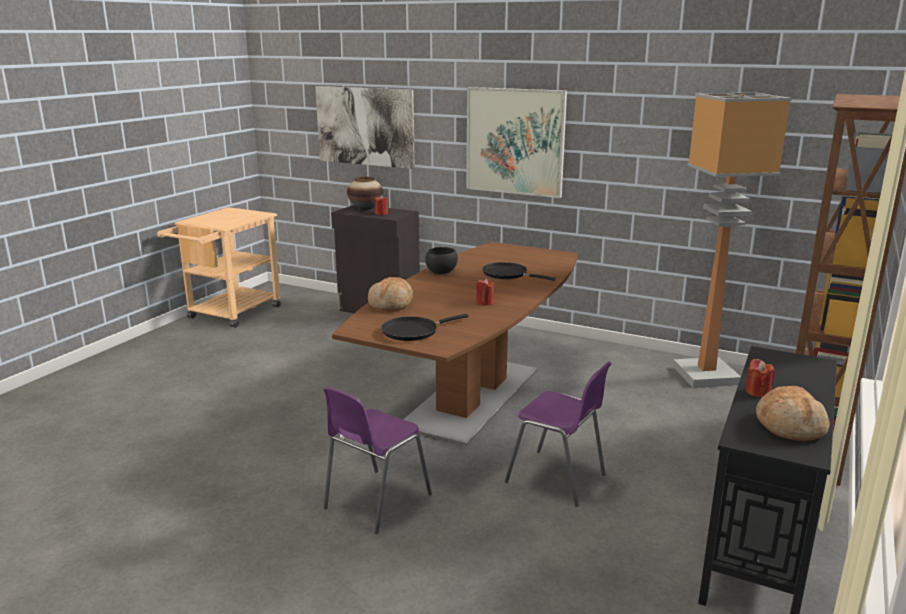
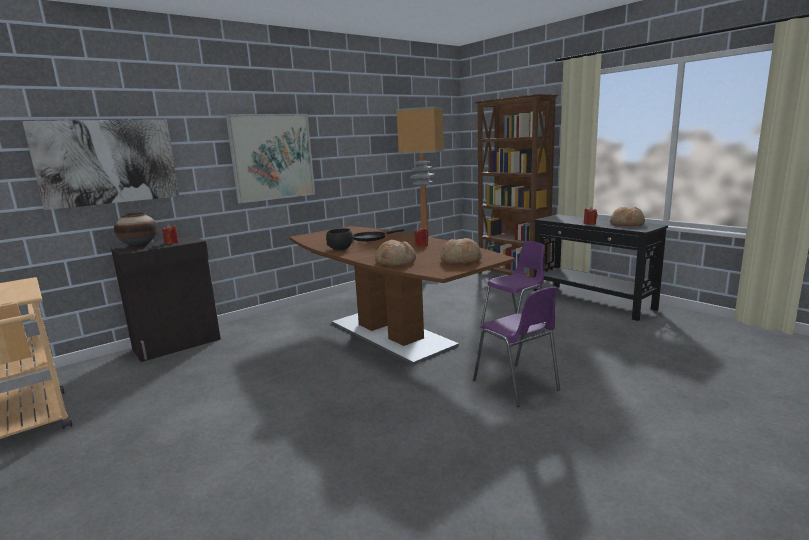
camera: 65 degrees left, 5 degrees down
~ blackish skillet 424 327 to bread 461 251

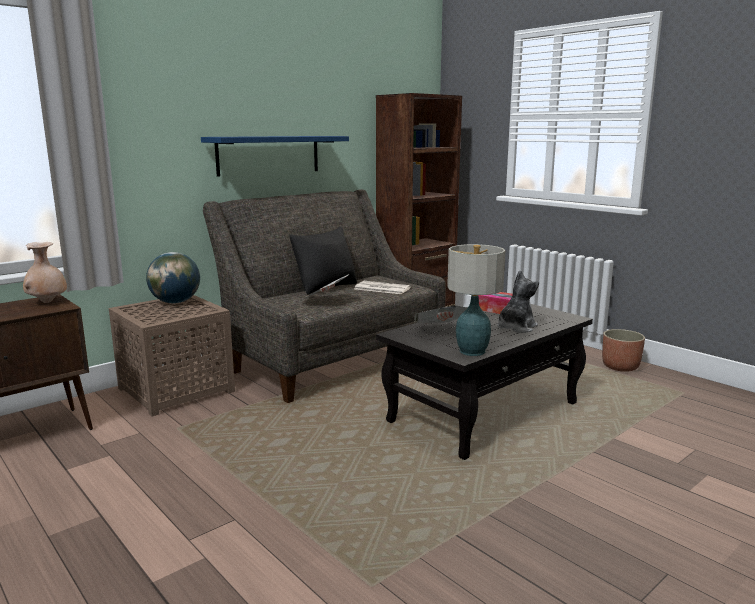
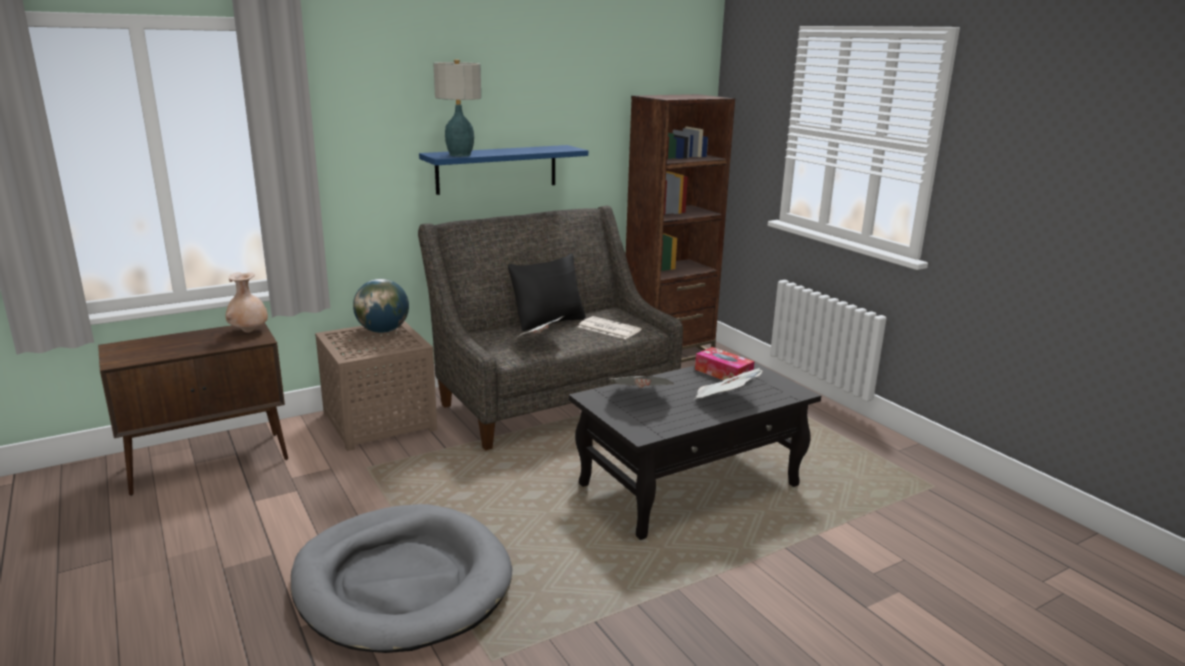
camera: 10 degrees right, 5 degrees up
~ table lamp 476 300 to 457 108
~ cuddly toy 518 301 to printed paper 729 383
- planter 623 350
+ greyish dog cushion 401 578

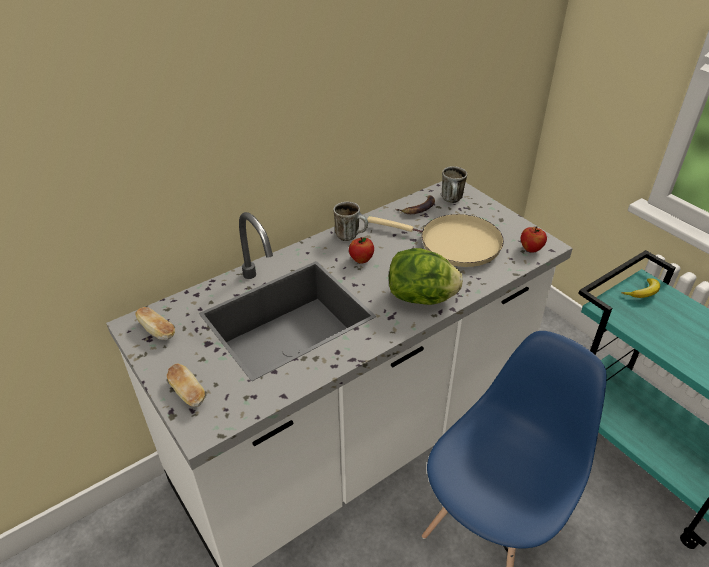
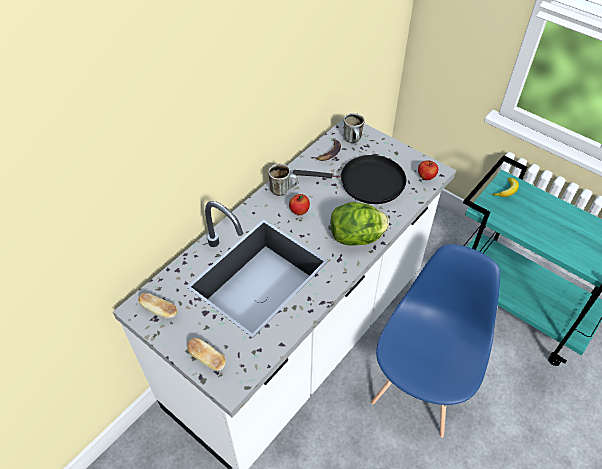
camera: 15 degrees left, 10 degrees up
~ beige-coloured skillet 435 240 to blackish skillet 349 179

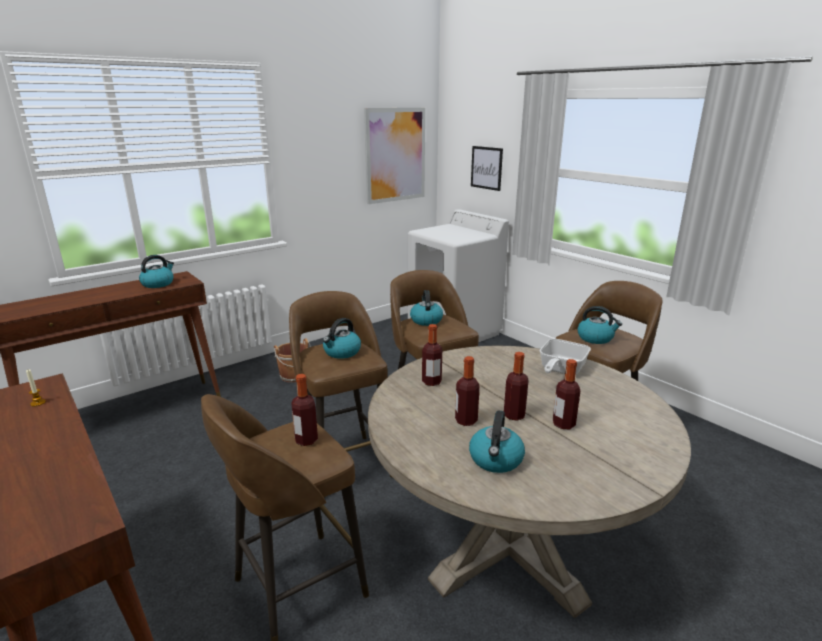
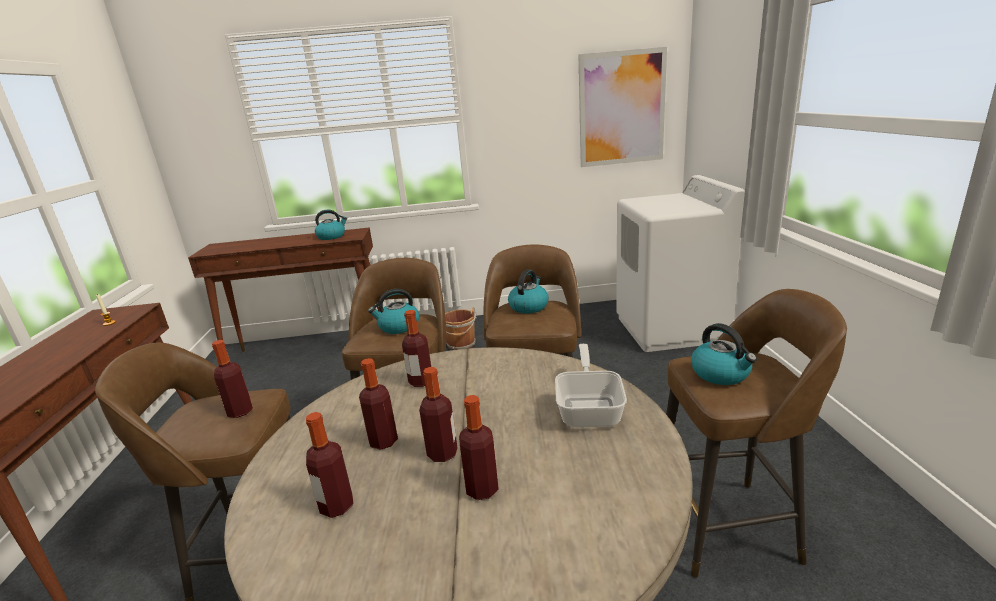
camera: 35 degrees right, 0 degrees up
~ kettle 497 441 to bottle 329 465
- picture 487 168
~ skillet 565 357 = 591 386 120 degrees clockwise

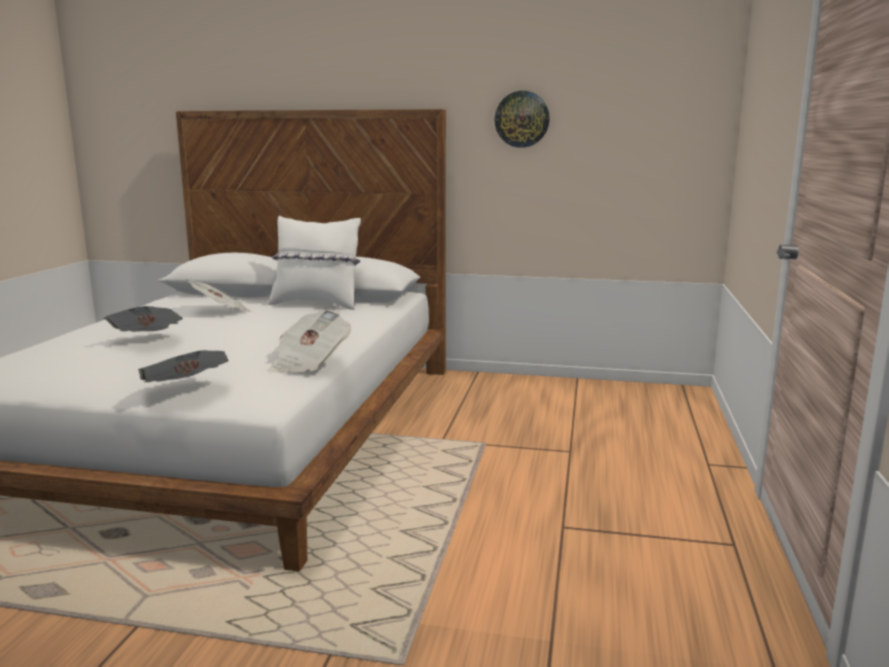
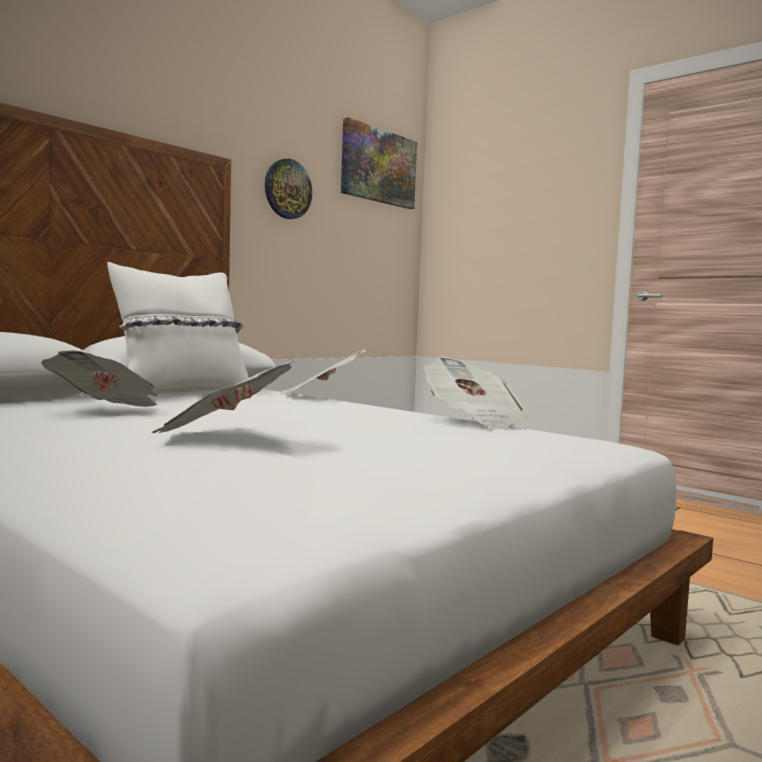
camera: 60 degrees left, 10 degrees down
~ printed paper 183 366 to 322 372
+ picture 379 163

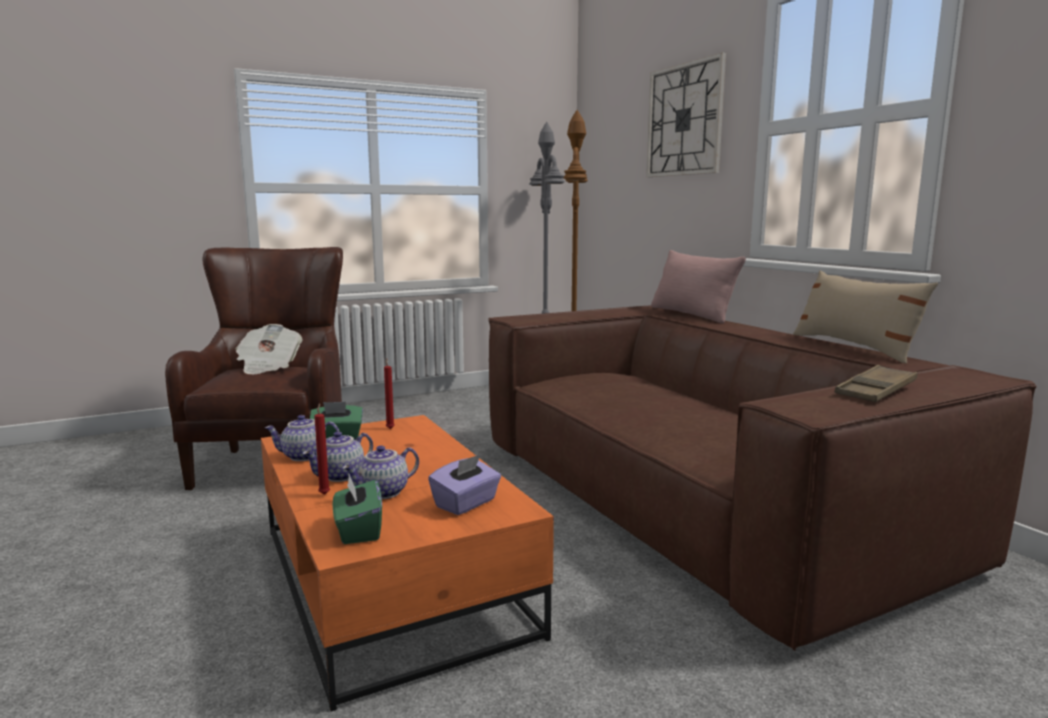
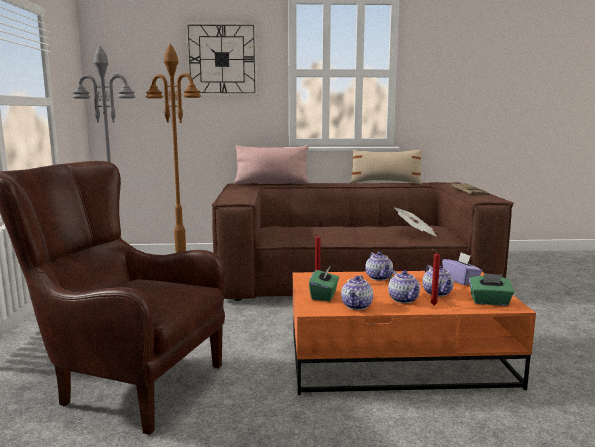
camera: 65 degrees left, 0 degrees up
~ printed paper 269 349 to 415 222
+ teapot 379 266

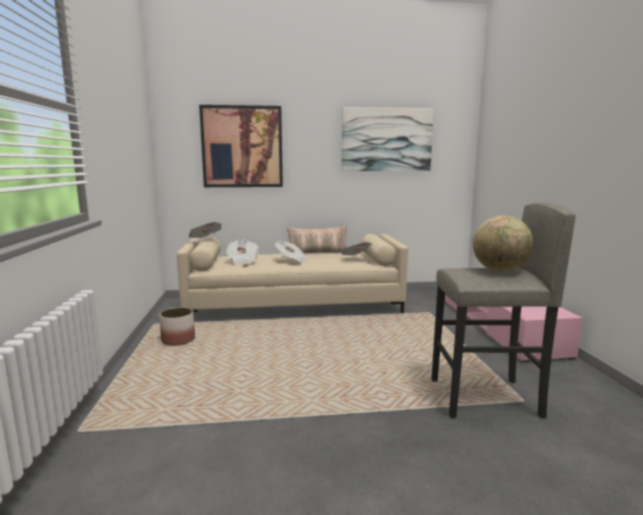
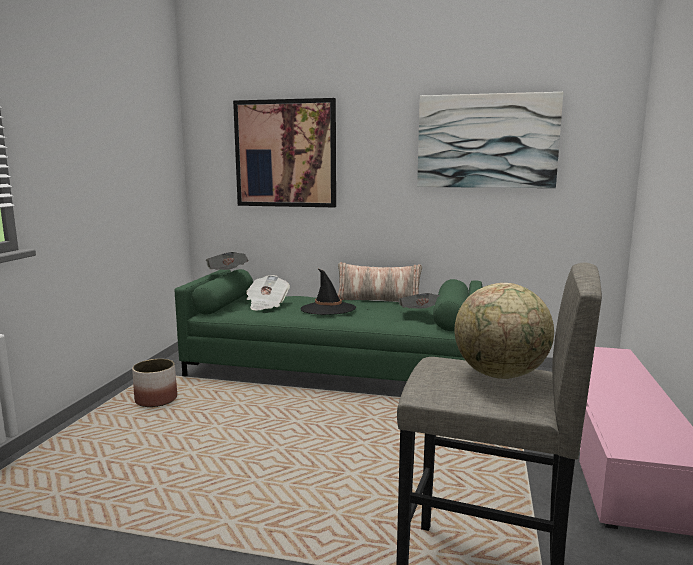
camera: 20 degrees right, 0 degrees up
~ beige-coloured sofa 292 273 to green sofa 328 325
~ printed paper 291 251 to blackish hat 328 291

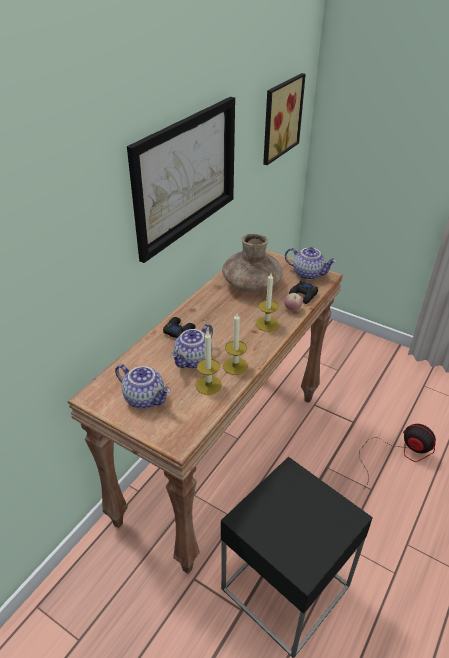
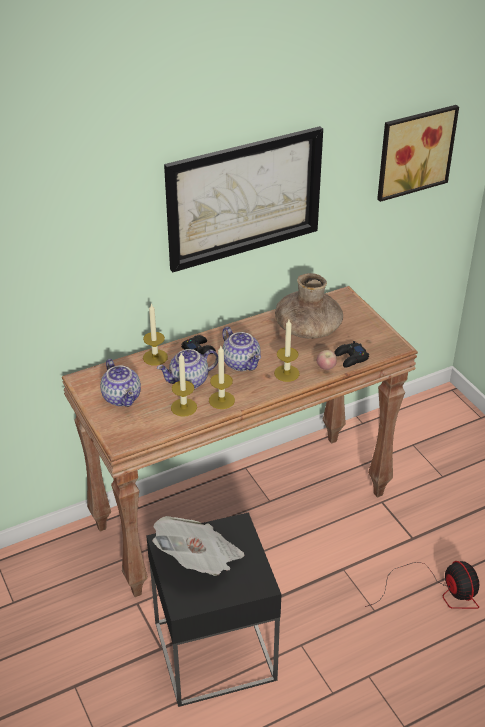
camera: 30 degrees right, 0 degrees up
~ teapot 310 263 to 241 349
+ candle 155 334
+ printed paper 198 546

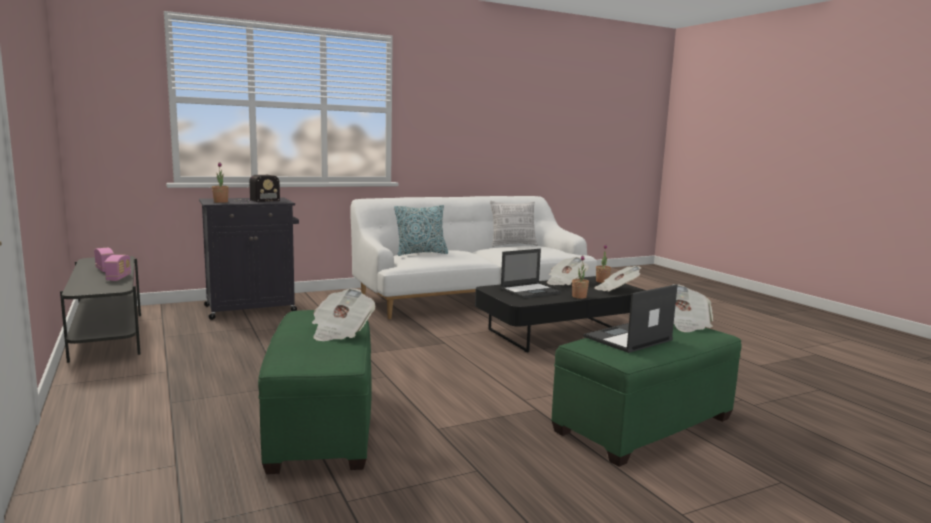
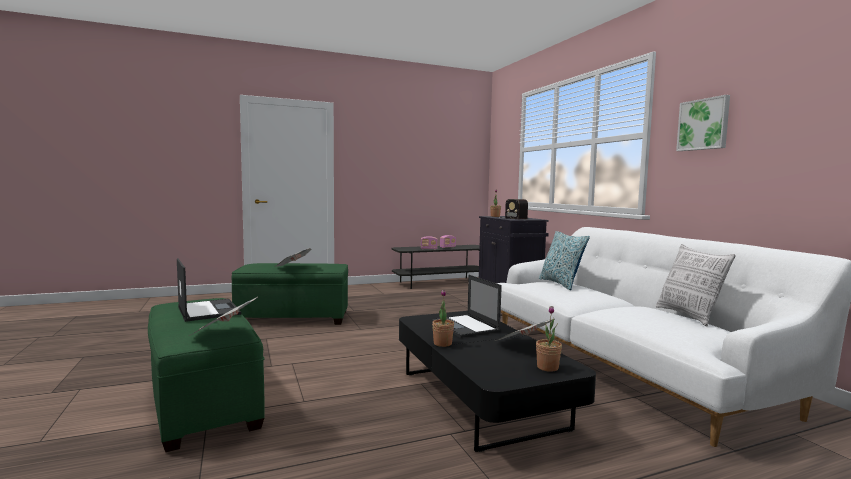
camera: 95 degrees right, 5 degrees down
- printed paper 617 279
+ picture 703 123

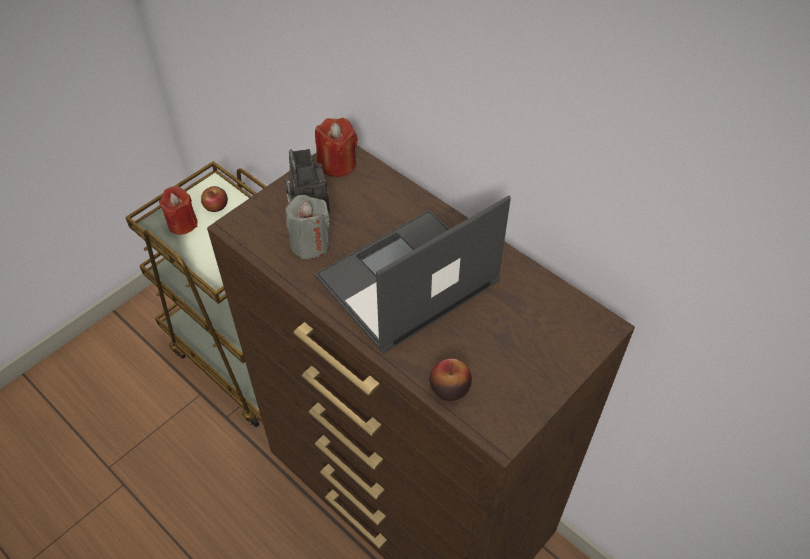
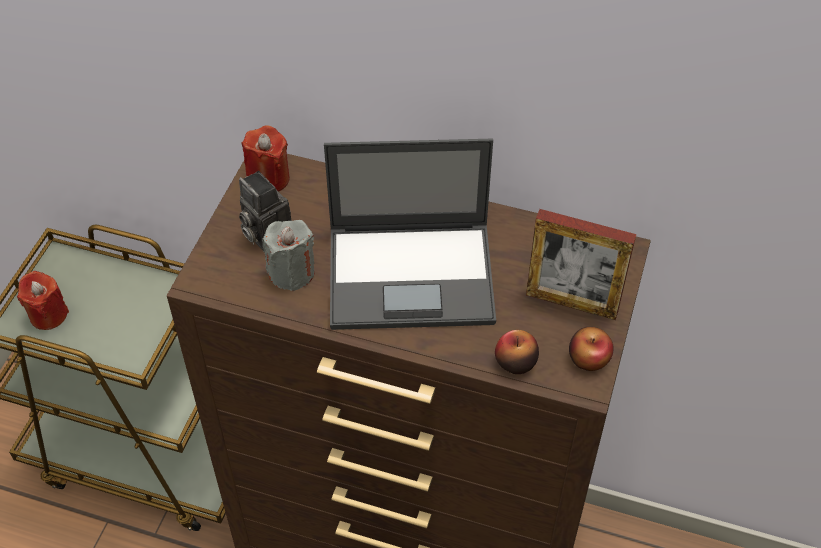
camera: 25 degrees left, 0 degrees up
~ apple fruit 214 199 to 591 349
~ laptop 413 274 = 410 234 120 degrees counterclockwise
+ photo frame 581 264

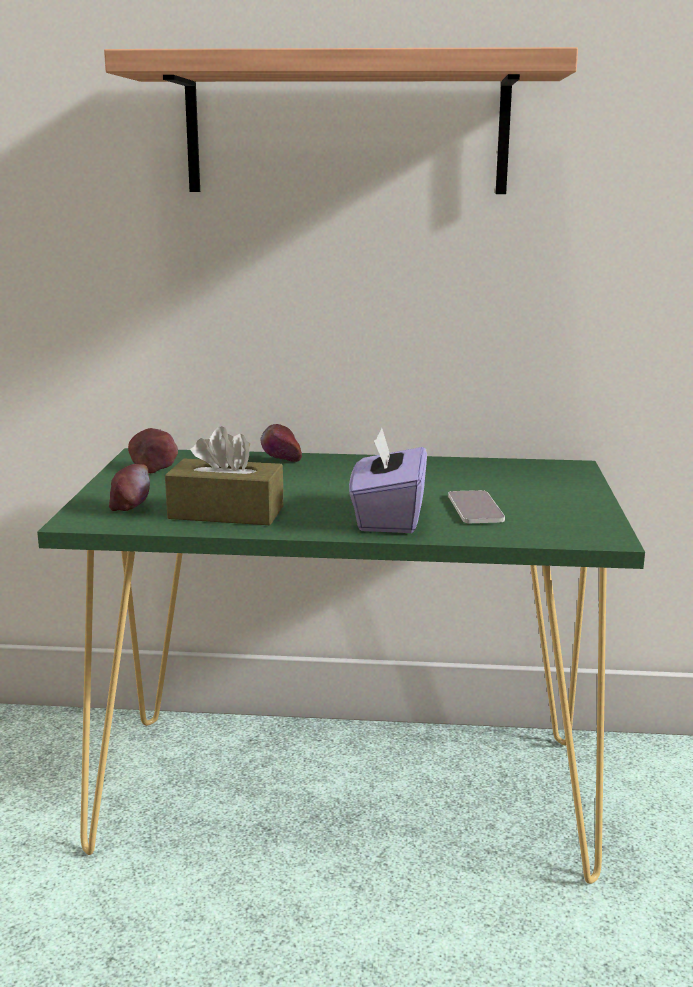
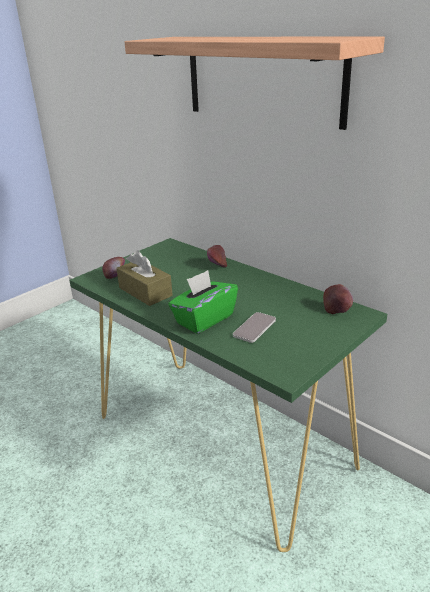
camera: 40 degrees right, 10 degrees up
~ apple fruit 153 450 to 338 299
~ purple-coloured tissue box 388 480 to green tissue box 203 302

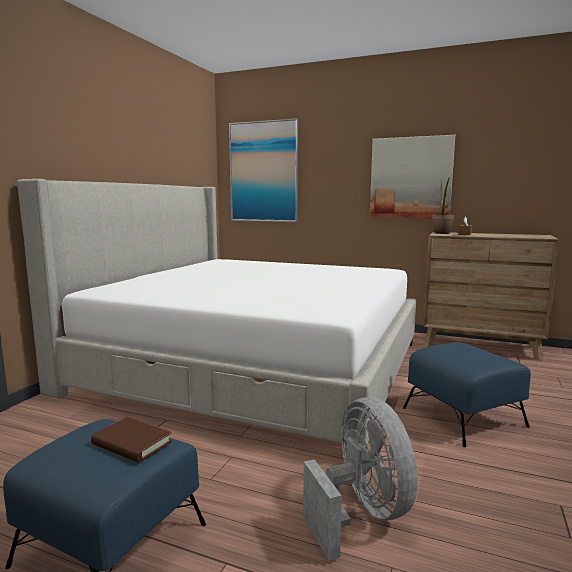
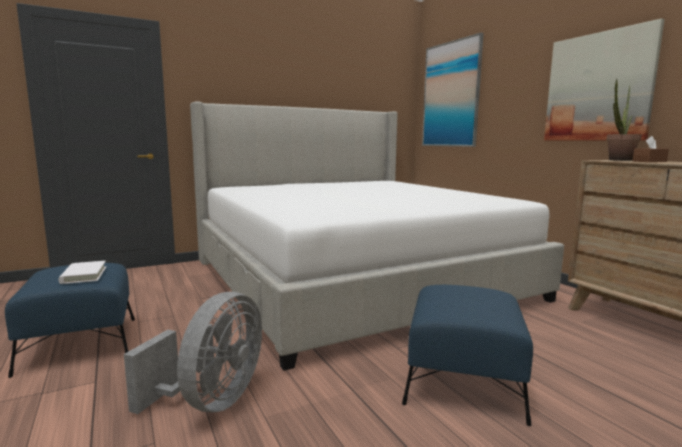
camera: 40 degrees right, 0 degrees up
~ brownish bound book 131 440 to white-coloured bound book 82 272

